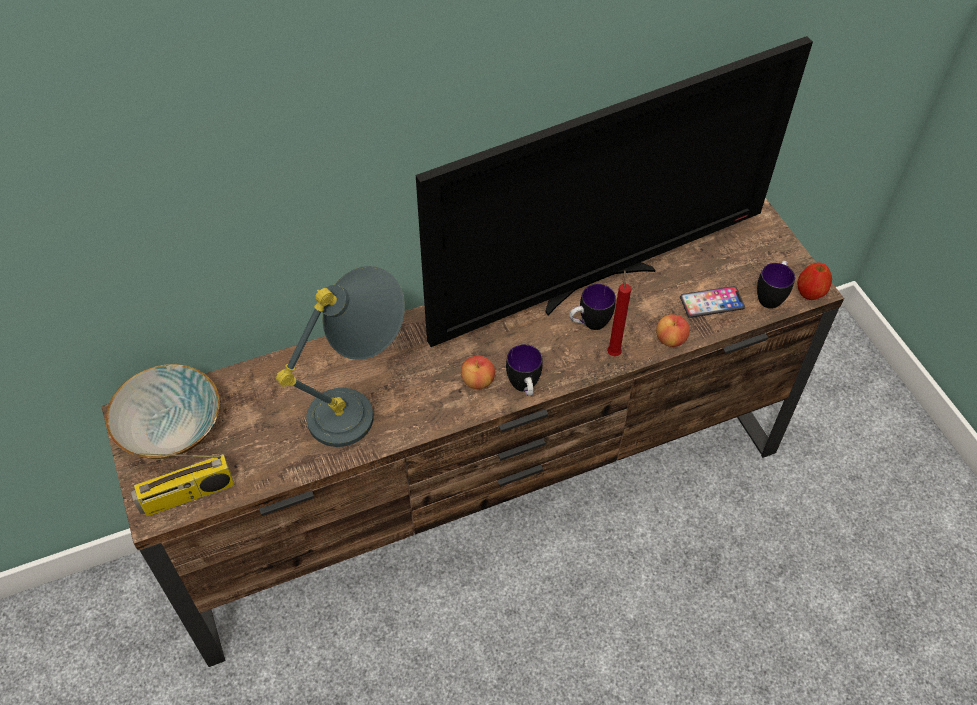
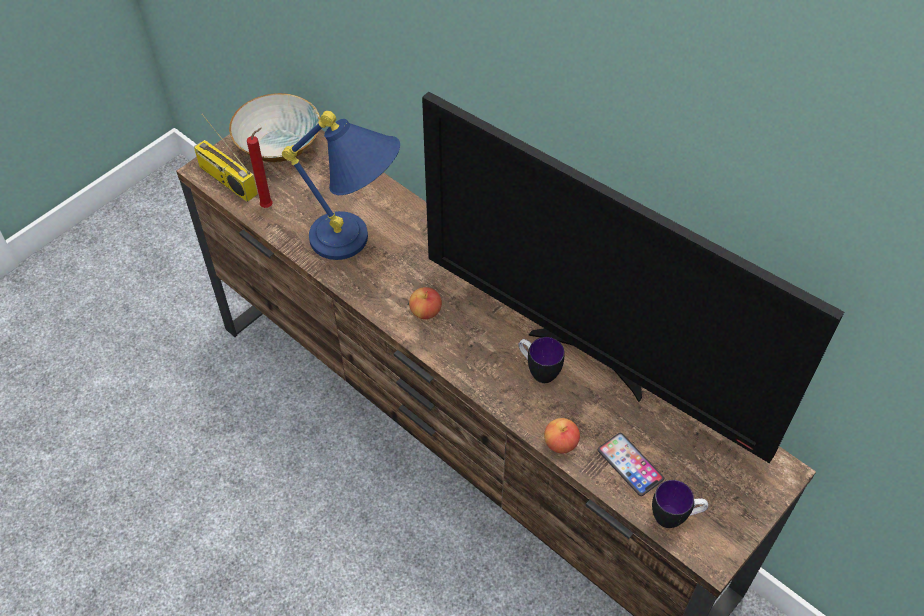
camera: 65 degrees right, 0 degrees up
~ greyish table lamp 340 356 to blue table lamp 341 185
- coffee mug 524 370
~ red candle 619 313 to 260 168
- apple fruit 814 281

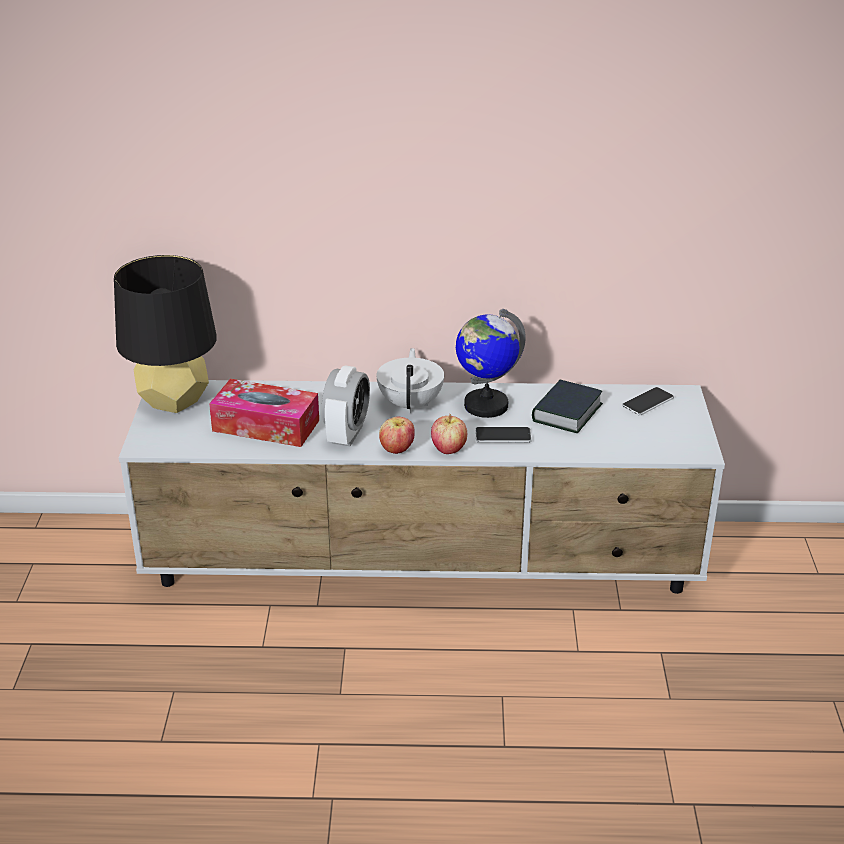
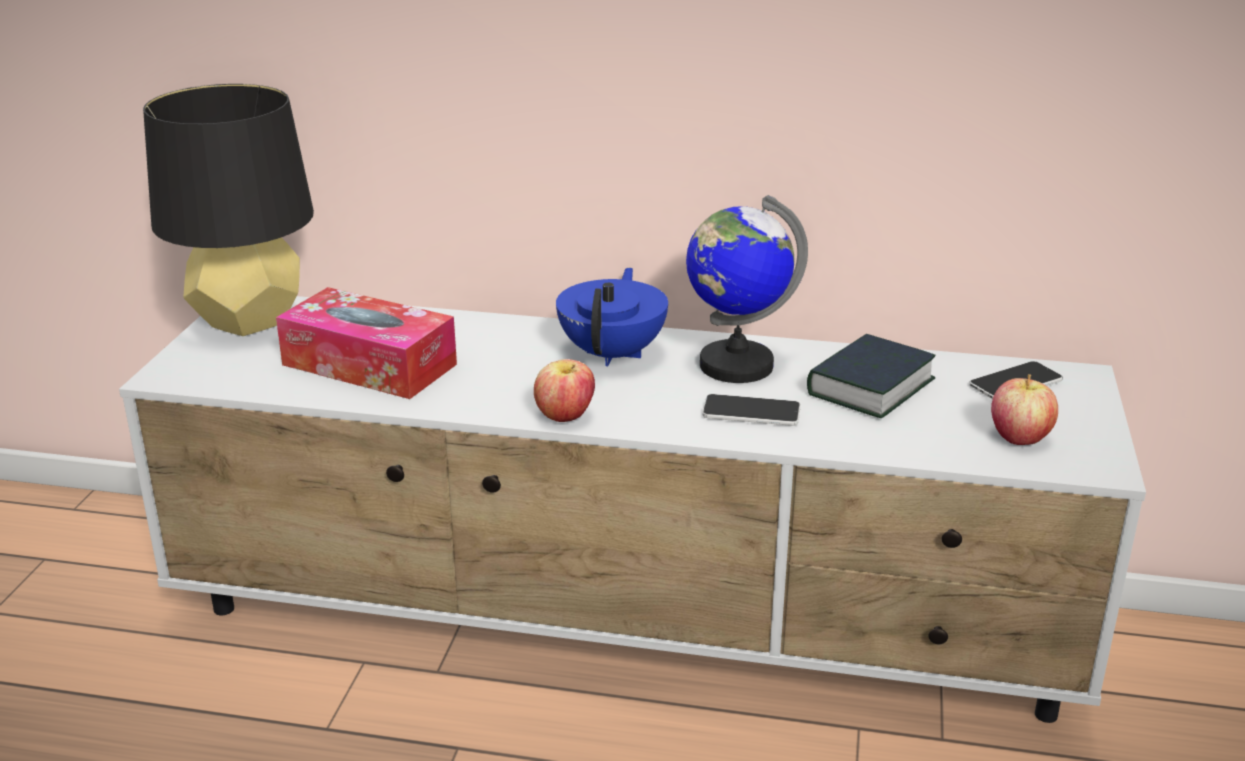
camera: 10 degrees right, 5 degrees down
- table clock 346 405
~ white-coloured teapot 410 380 to blue teapot 612 317
~ apple fruit 449 434 to 1024 409

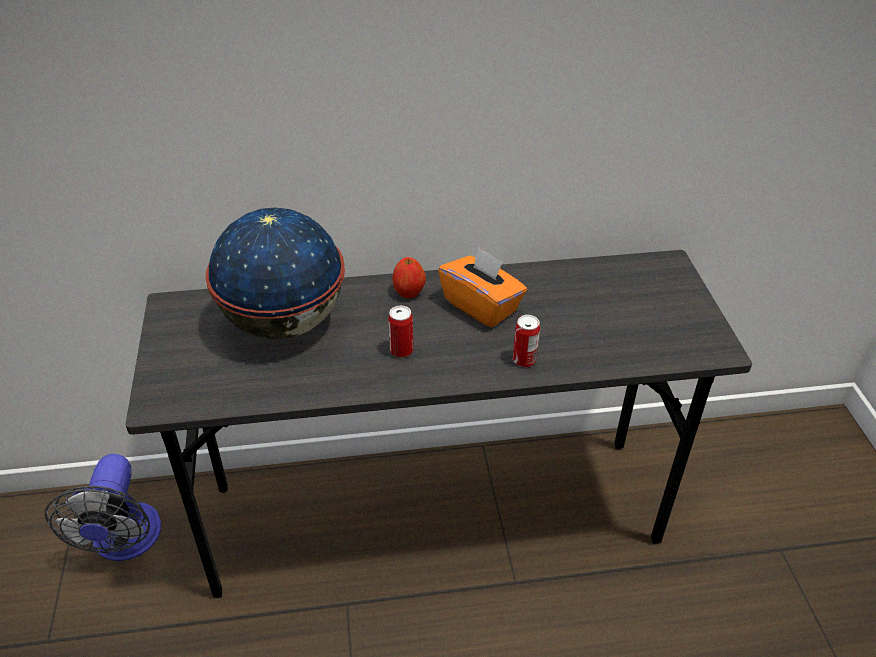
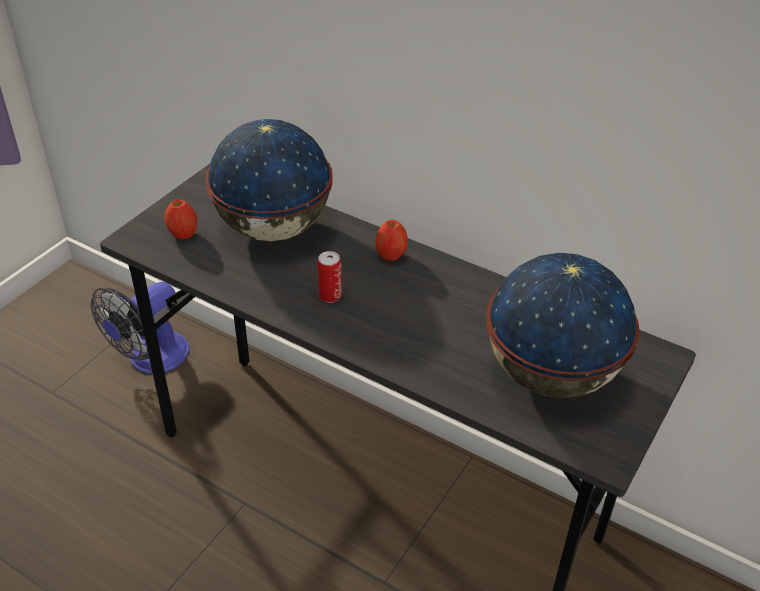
camera: 40 degrees right, 0 degrees up
- orange-coloured tissue box 482 287
- can 526 341
+ apple fruit 180 219
+ globe 563 325

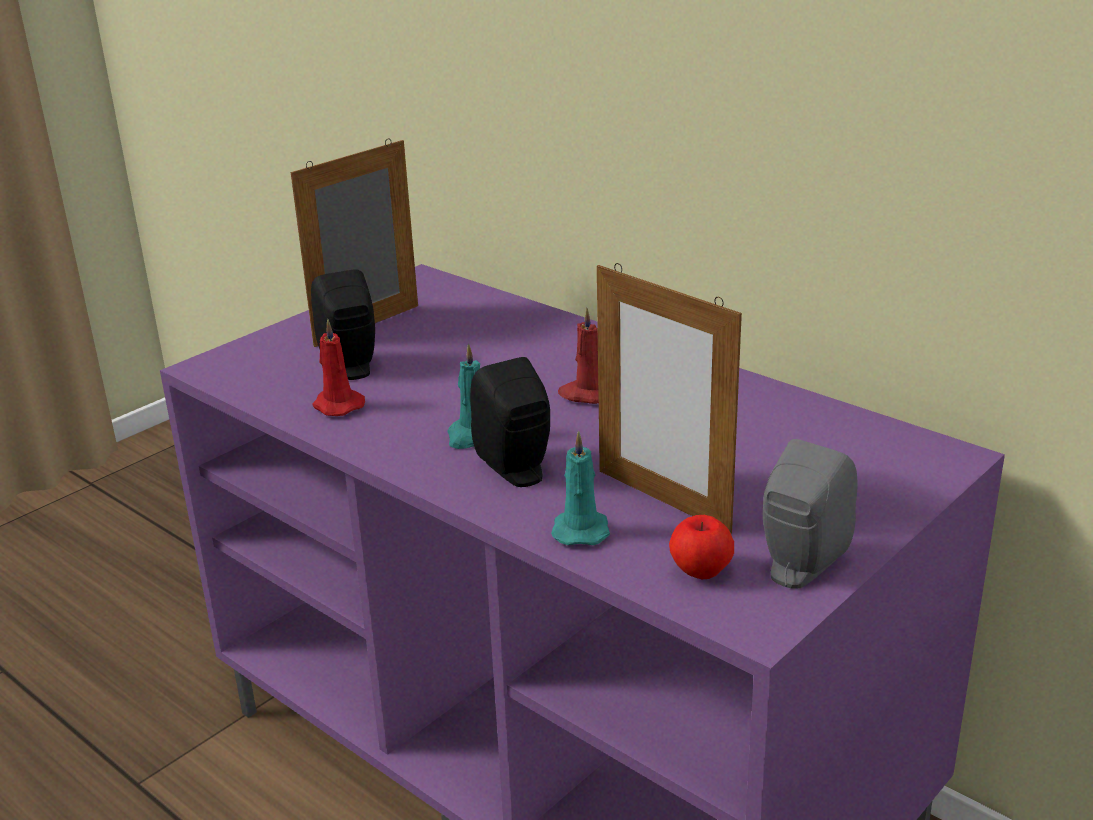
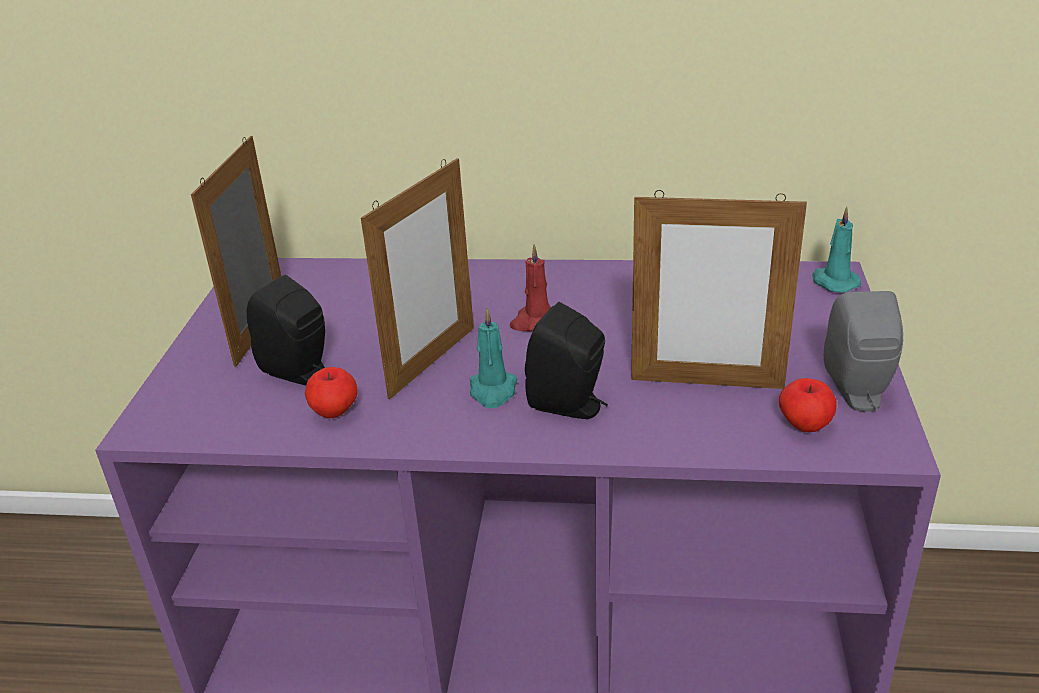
camera: 35 degrees left, 5 degrees up
~ red candle 338 367 to apple fruit 331 392
~ turquoise candle 580 488 to 836 249
+ photo frame 417 278

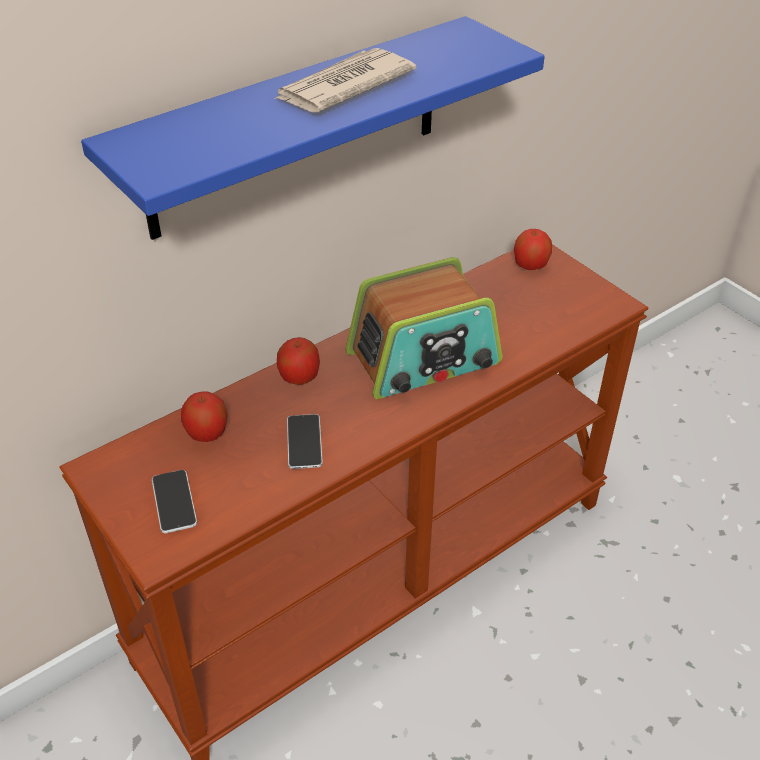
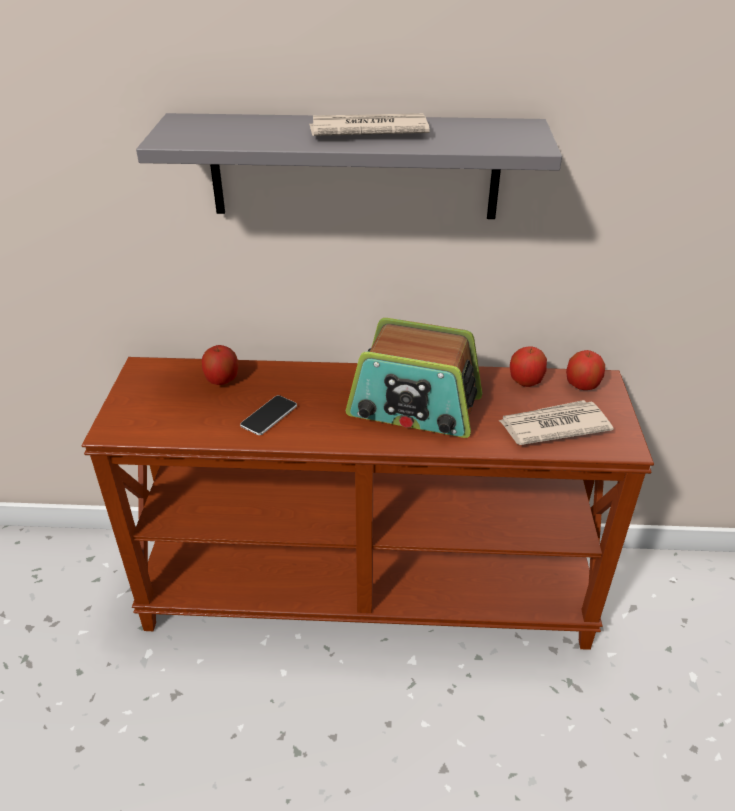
camera: 40 degrees right, 5 degrees down
~ blue bracket shelf 313 128 to greyish bracket shelf 349 166
- phone 174 501
~ apple fruit 298 361 to 528 366
+ printed paper 556 422

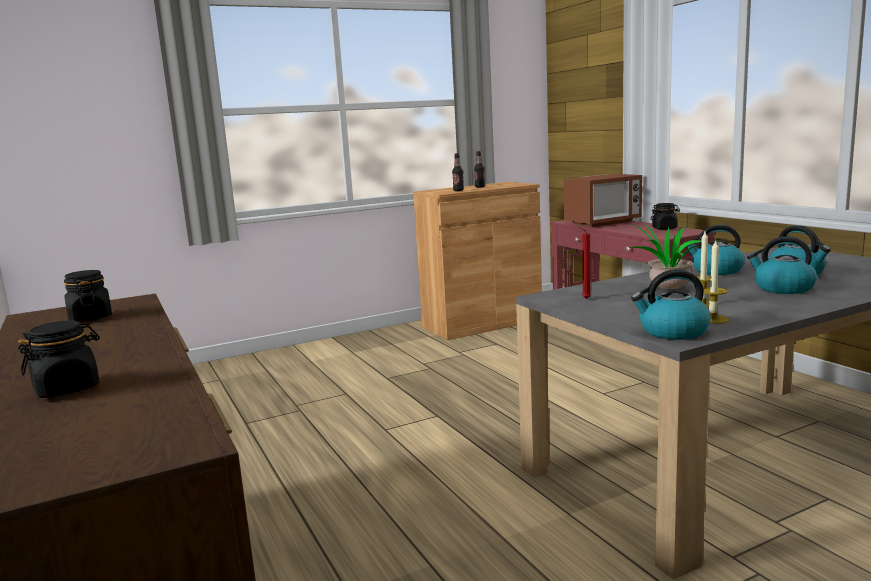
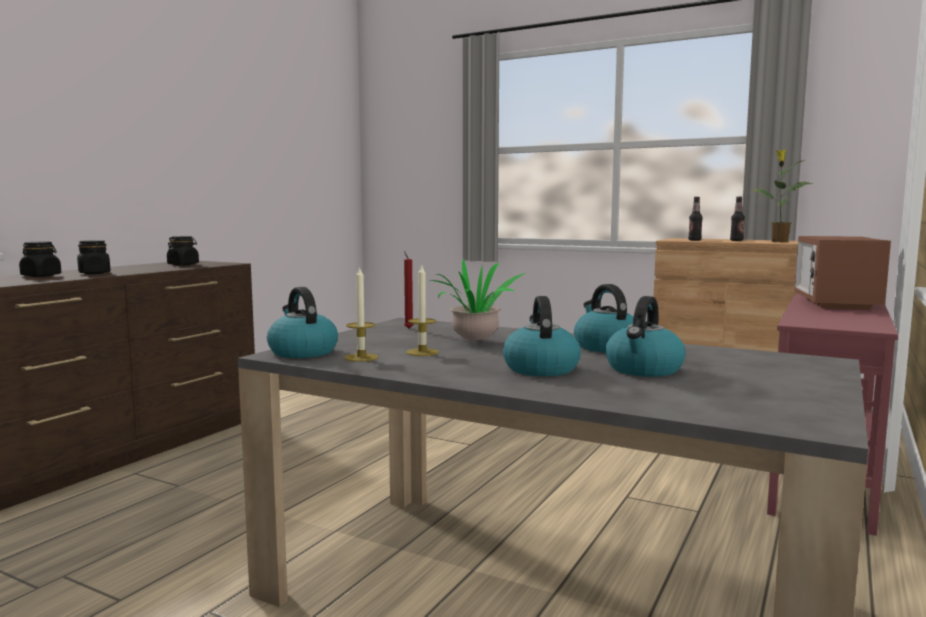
camera: 55 degrees right, 5 degrees down
~ kitchen microwave 602 200 = 843 273 75 degrees clockwise
~ blackish jar 665 216 to 94 257
+ houseplant 782 195

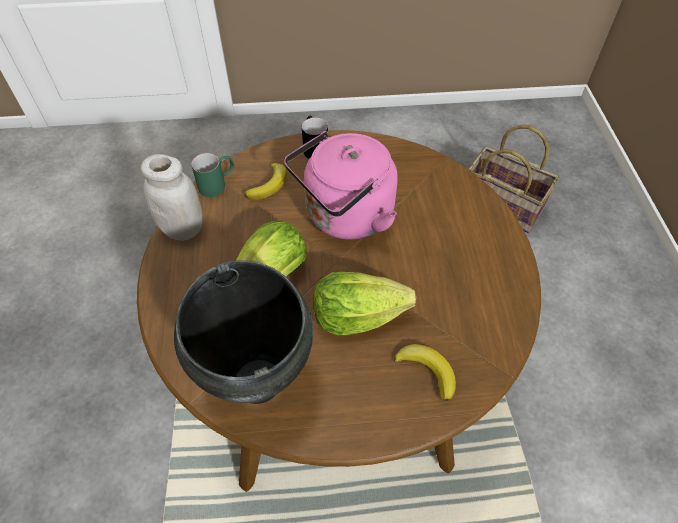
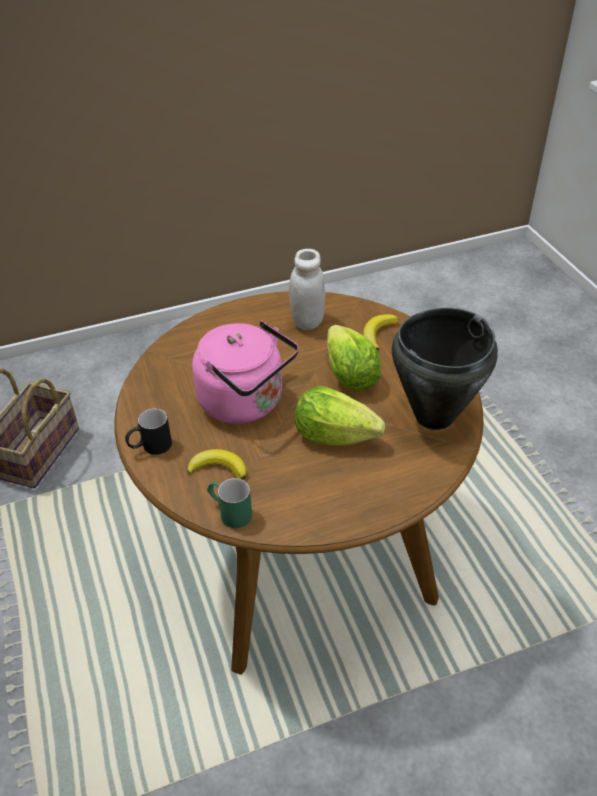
camera: 105 degrees left, 10 degrees down
~ white-coloured jar 172 197 to 307 289

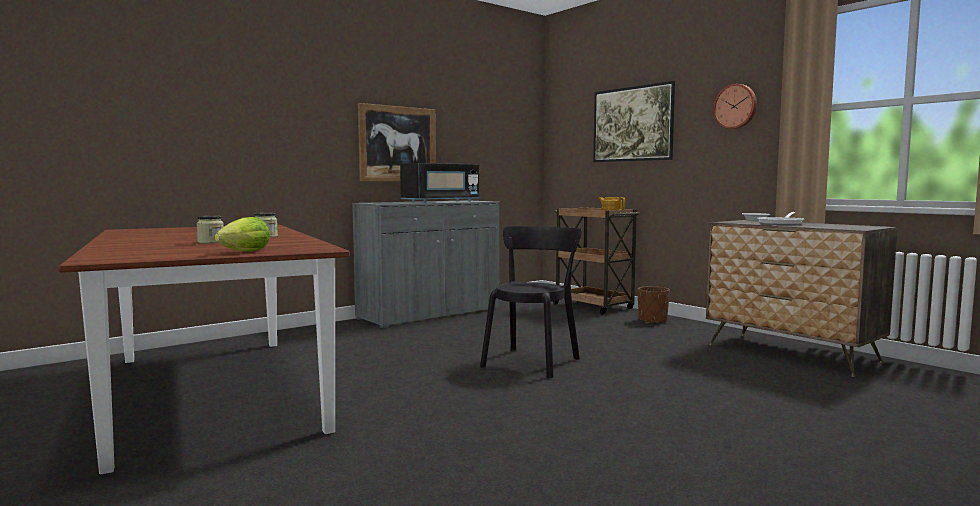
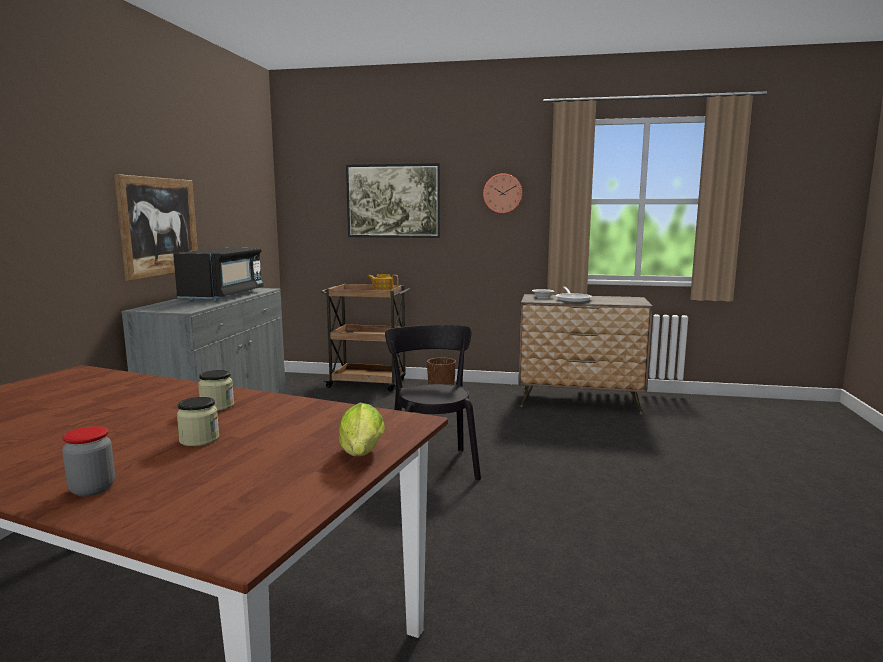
camera: 40 degrees left, 5 degrees up
+ jar 88 461

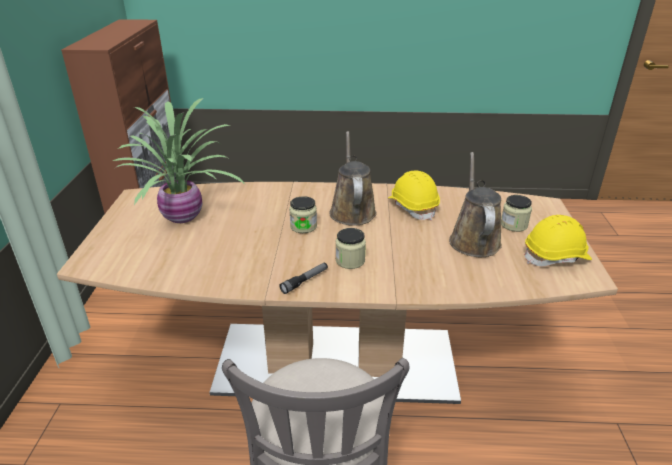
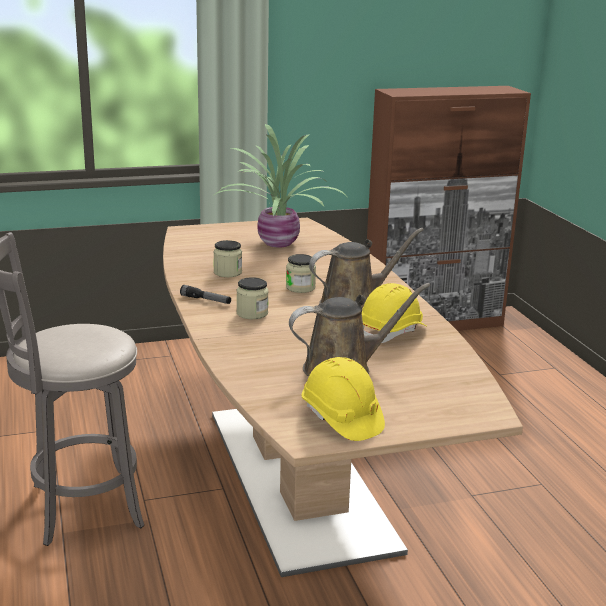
camera: 70 degrees right, 10 degrees down
~ jar 516 213 to 227 258

